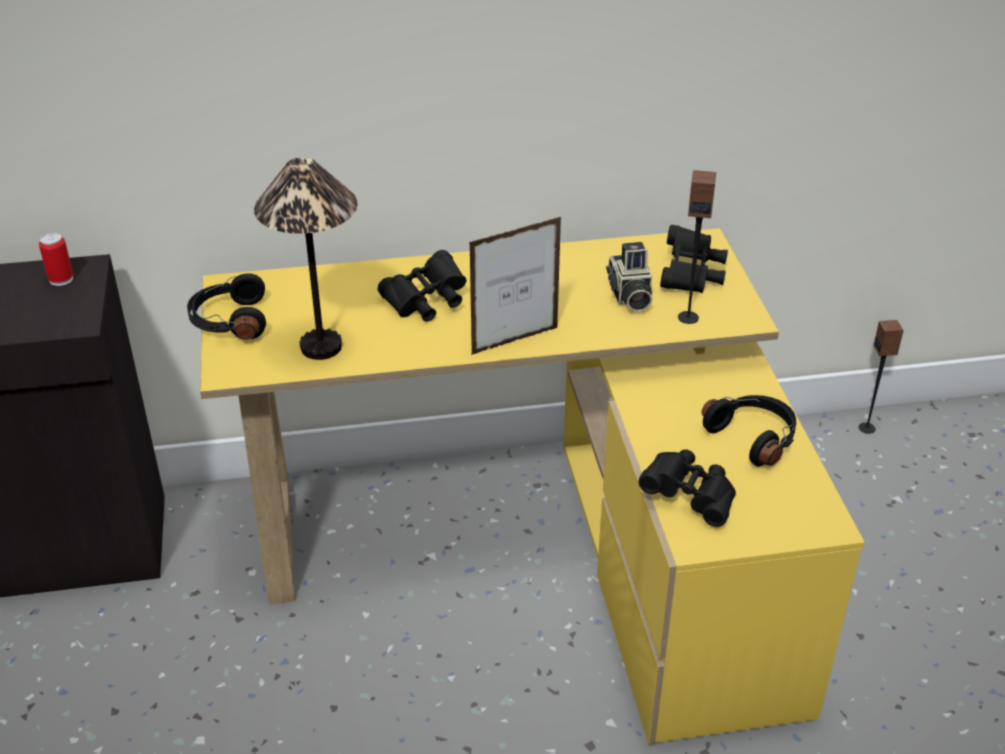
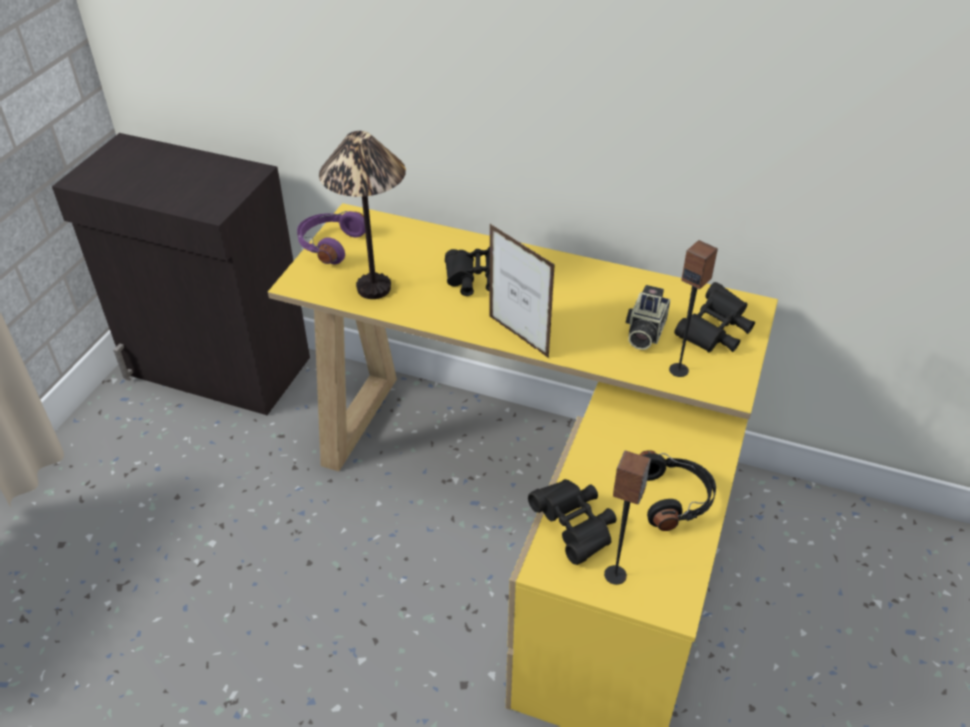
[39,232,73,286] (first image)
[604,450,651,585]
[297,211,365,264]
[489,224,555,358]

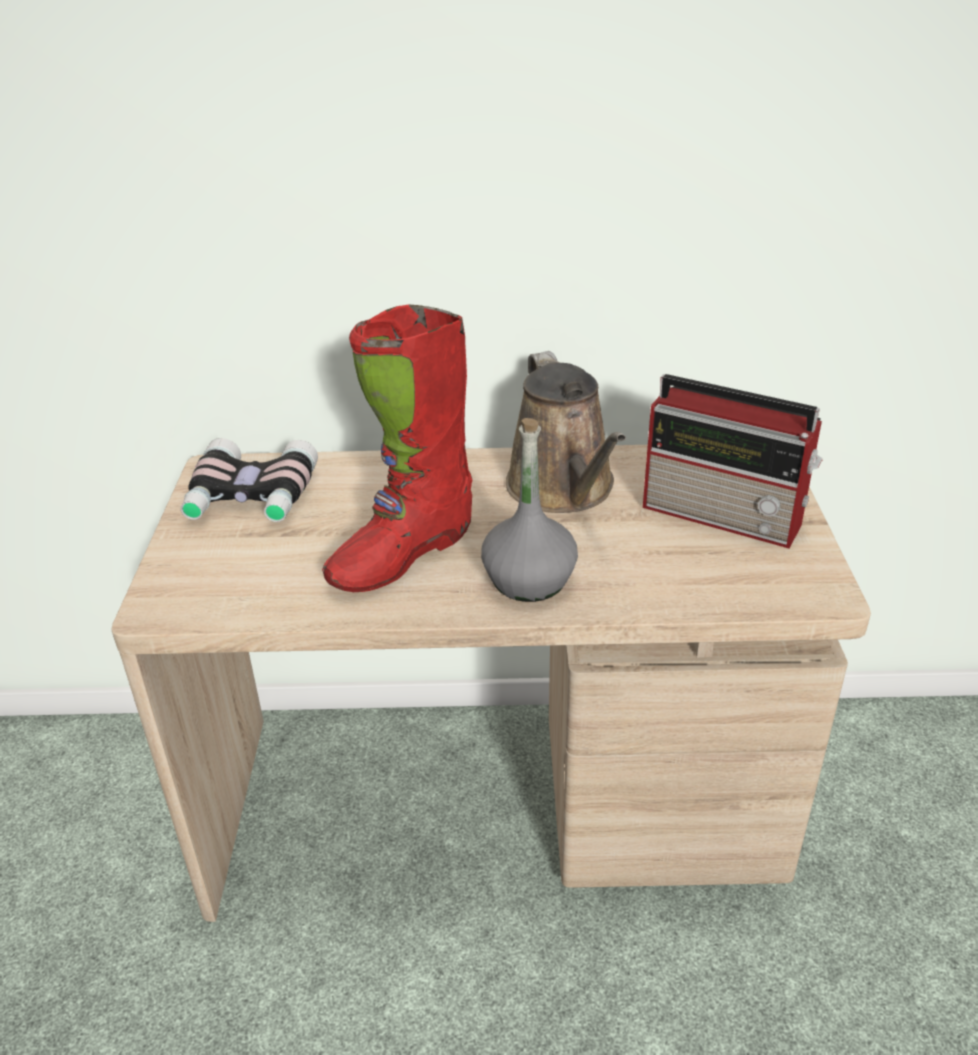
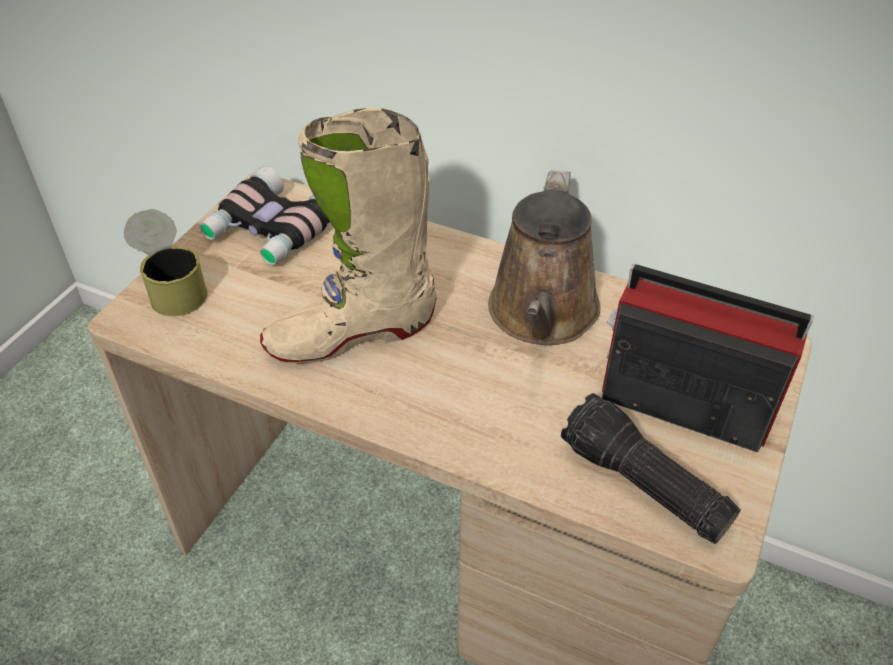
[481,418,578,602] (first image)
[124,209,208,316]
[561,393,741,544]
[260,108,436,364]
[602,264,814,453]

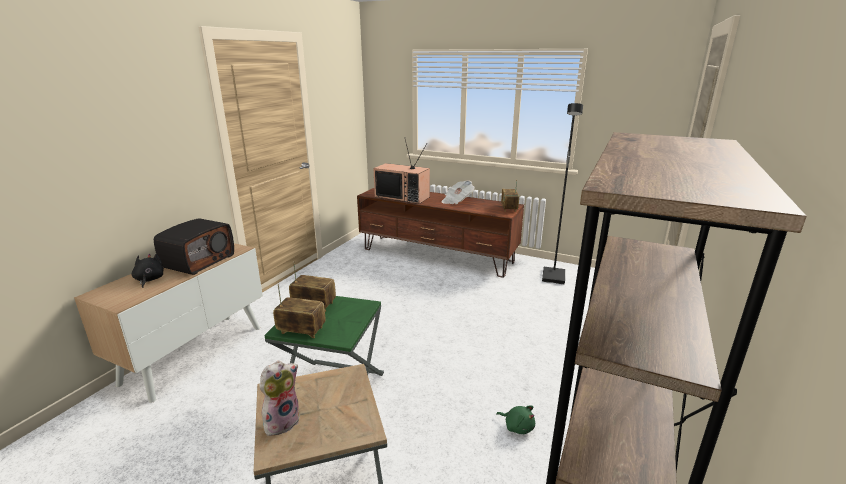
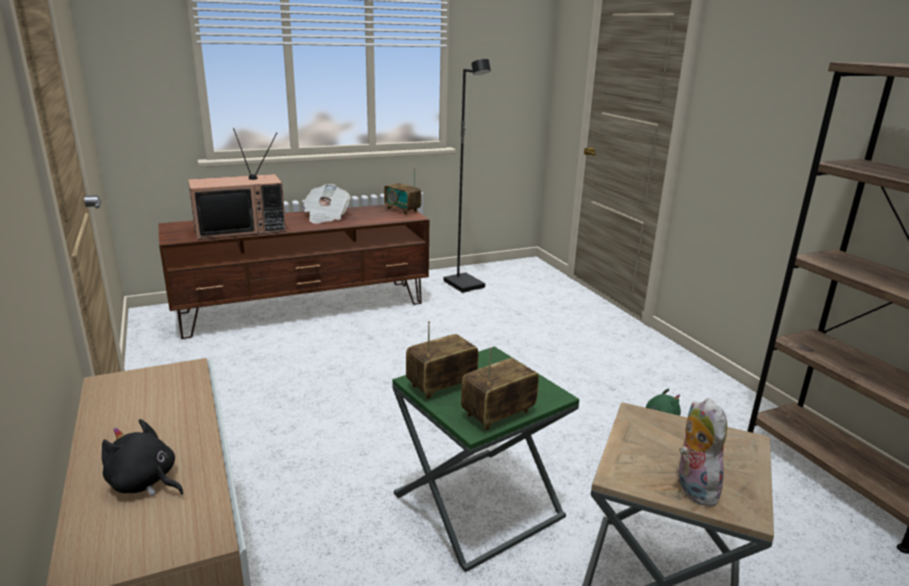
[154,218,234,275] (first image)

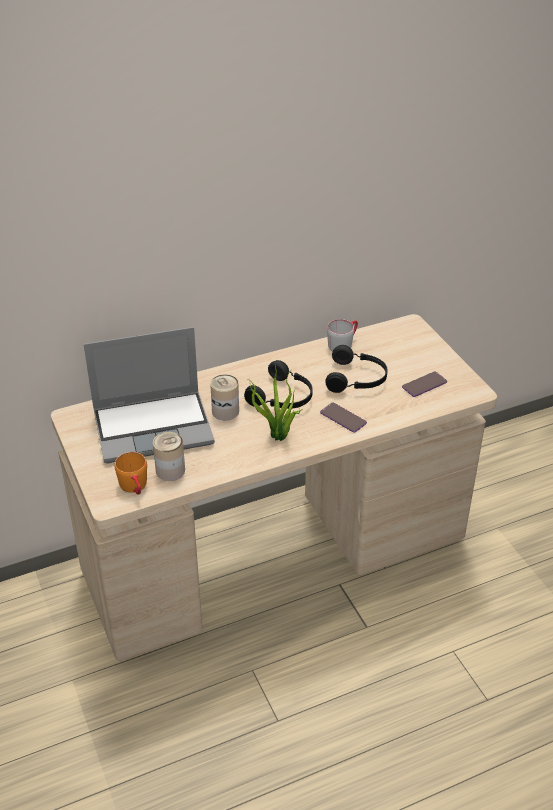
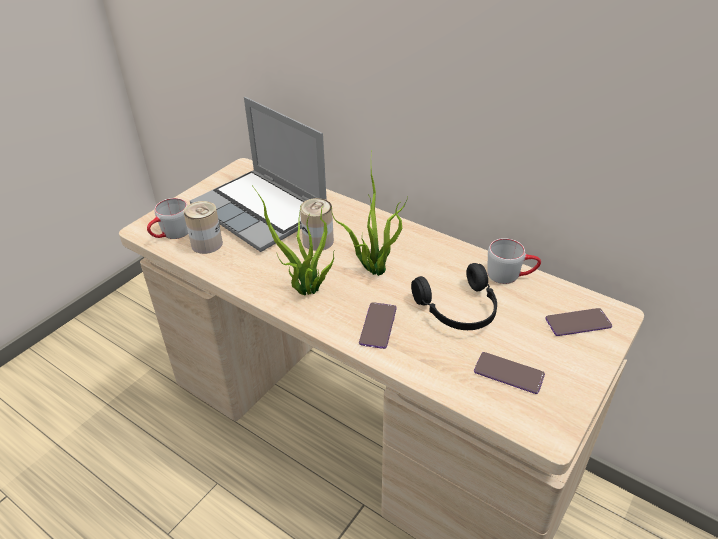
[545,308,612,336]
[331,152,408,276]
[147,198,188,239]

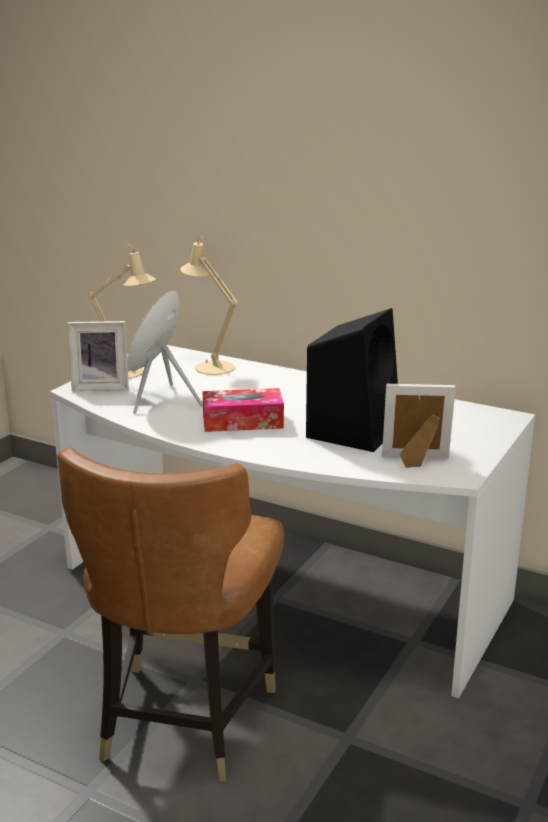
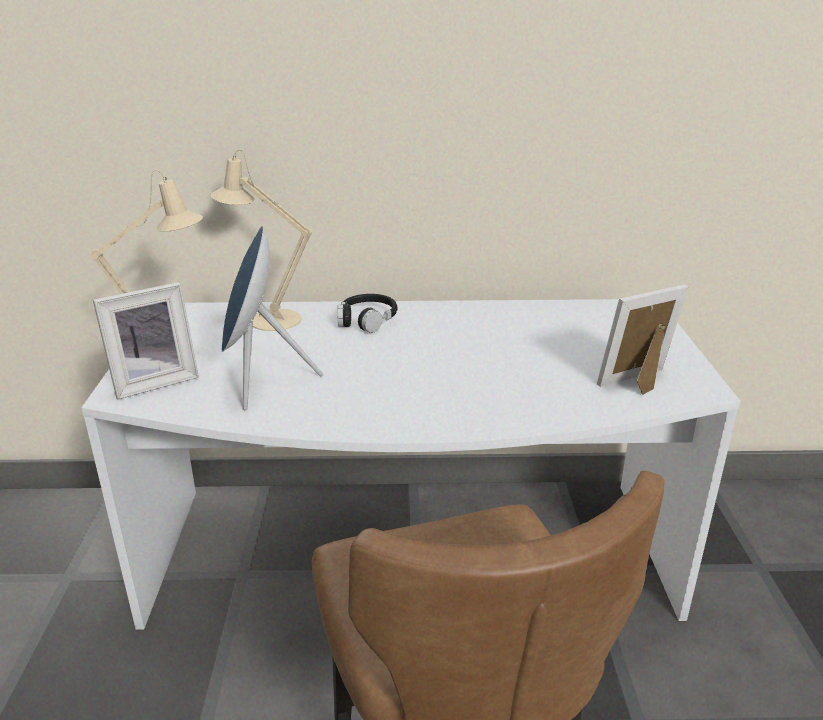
[202,388,284,432] (first image)
[306,308,398,452] (first image)
[337,294,397,333]

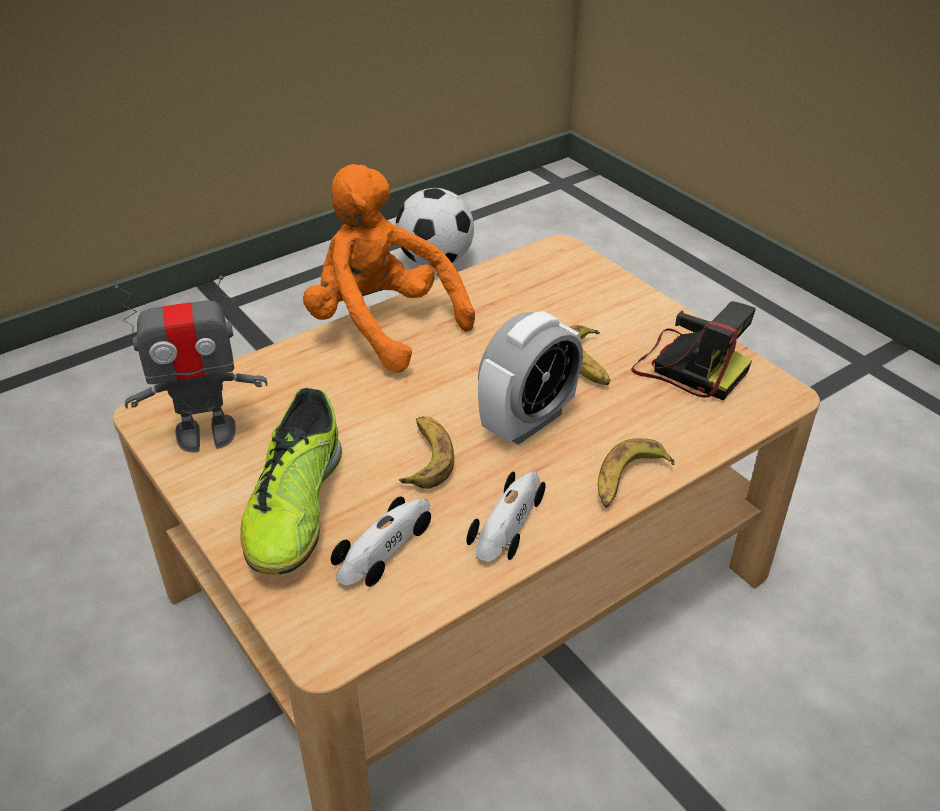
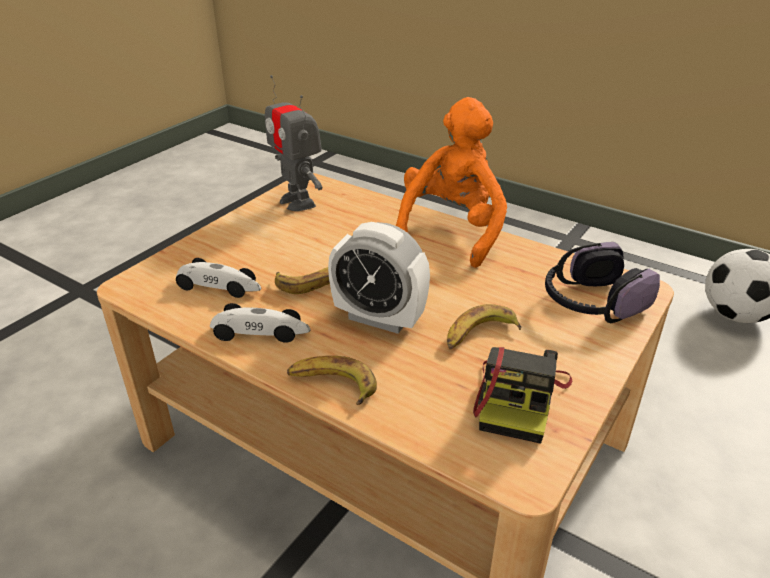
[240,388,342,575] (first image)
[545,242,660,323]

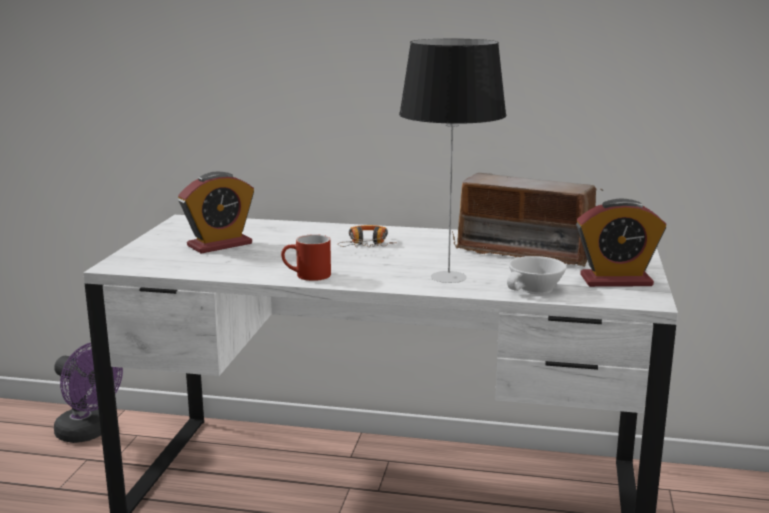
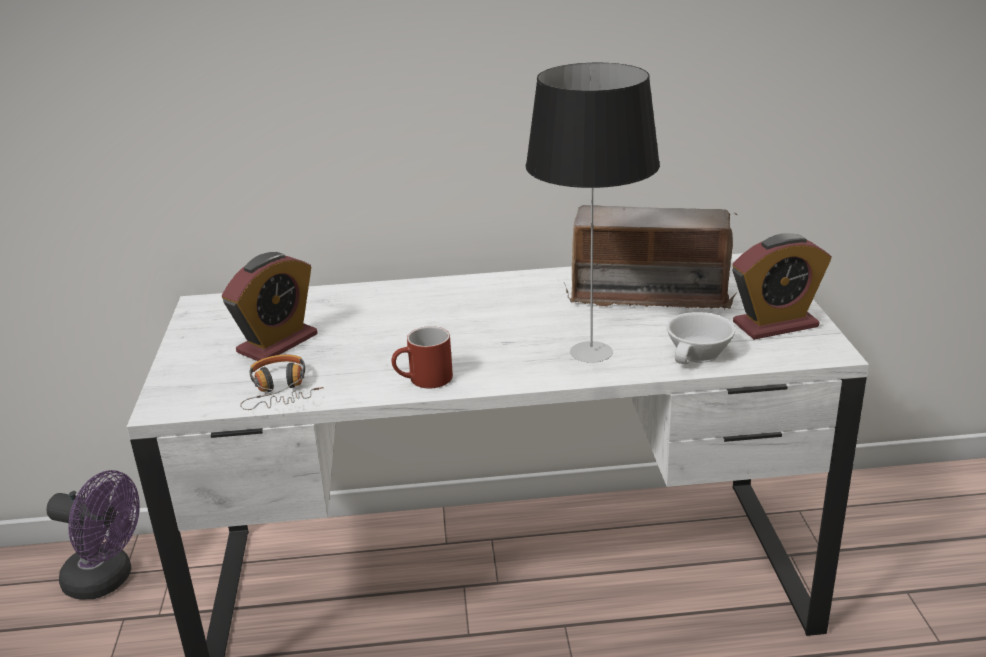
[240,355,324,410]

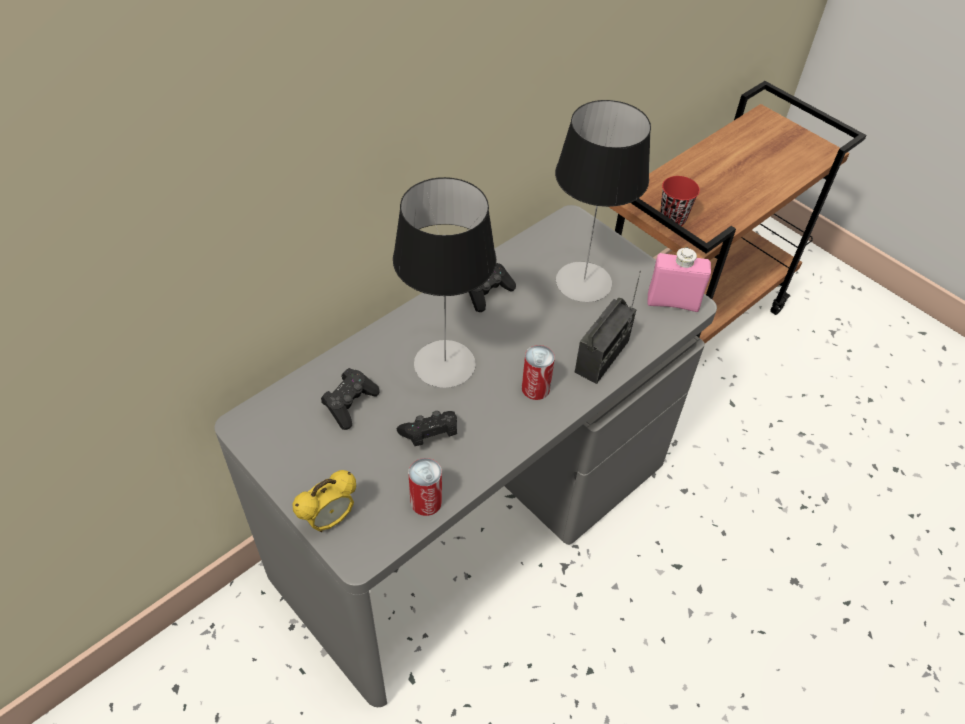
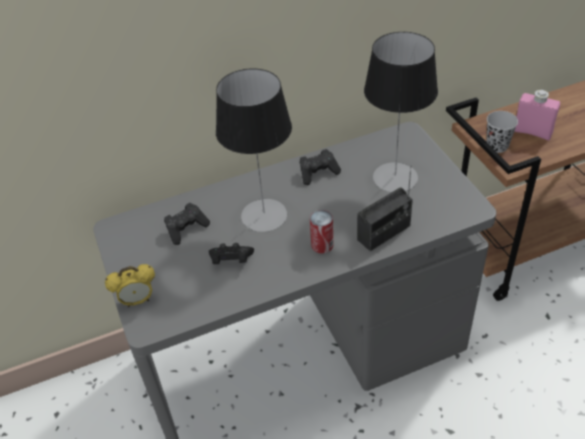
[409,458,442,516] (first image)
[514,90,560,140]
[486,111,518,153]

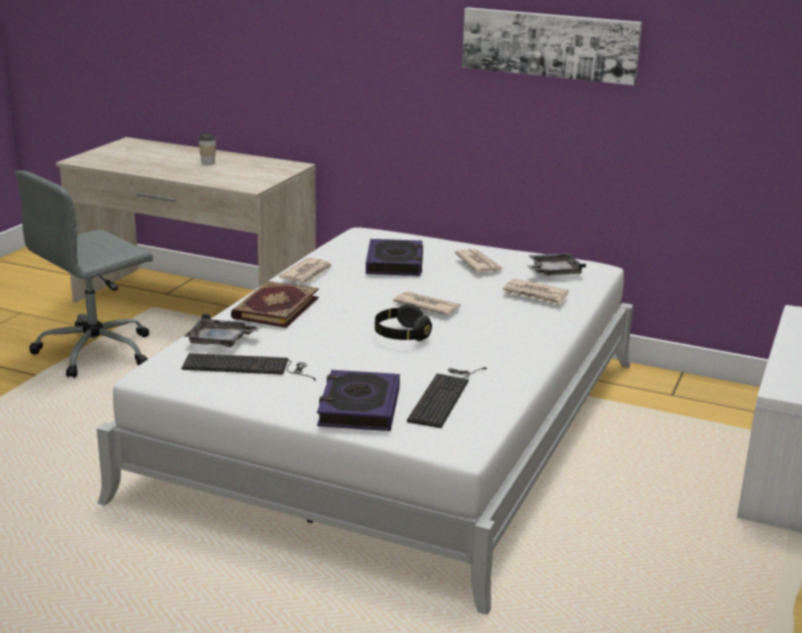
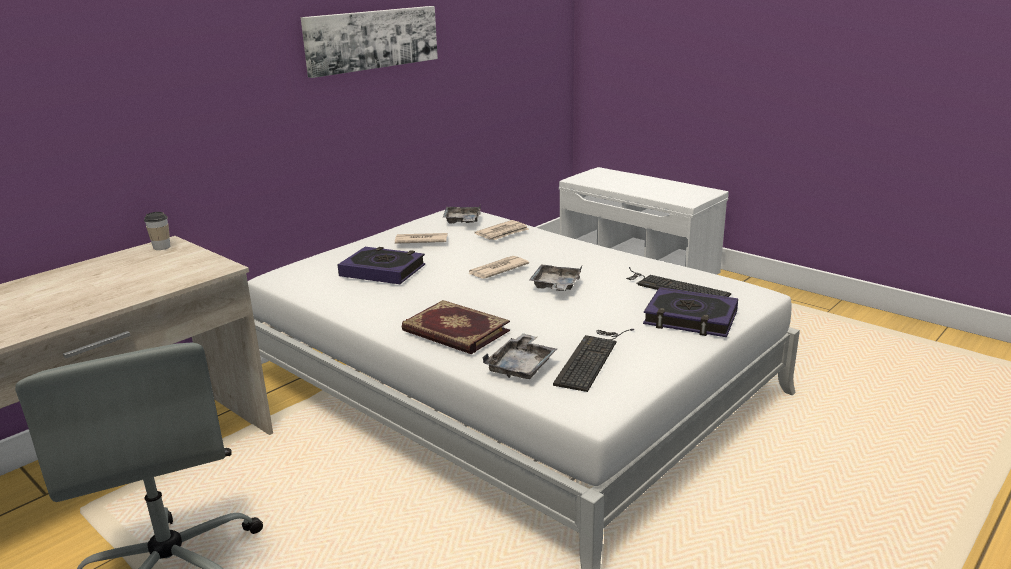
[279,258,332,283] (first image)
[144,212,171,250]
[529,264,582,291]

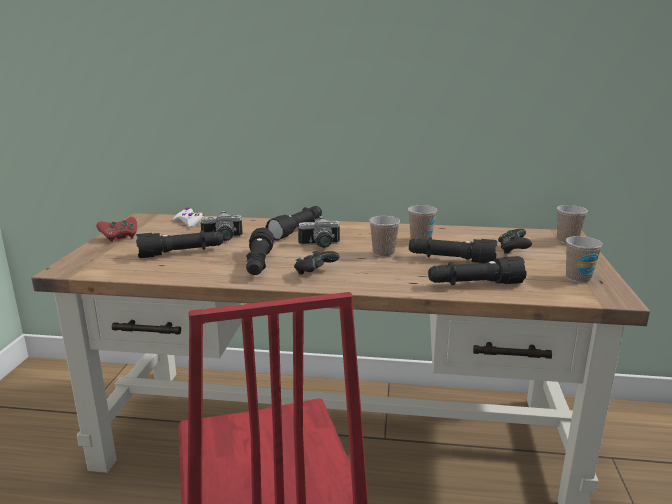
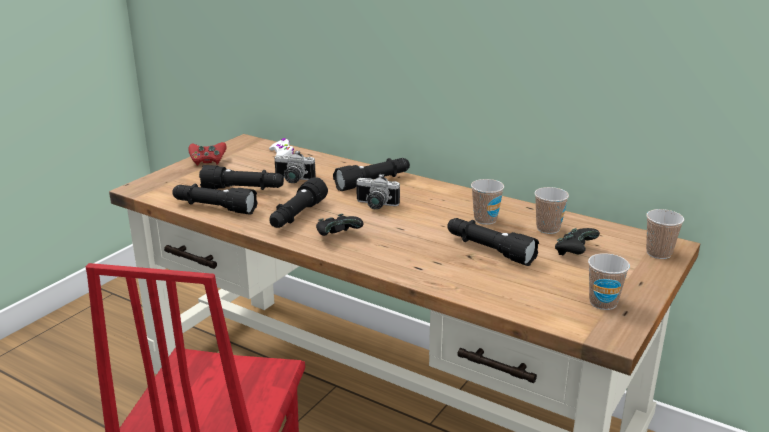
[535,187,569,234]
[172,184,258,214]

